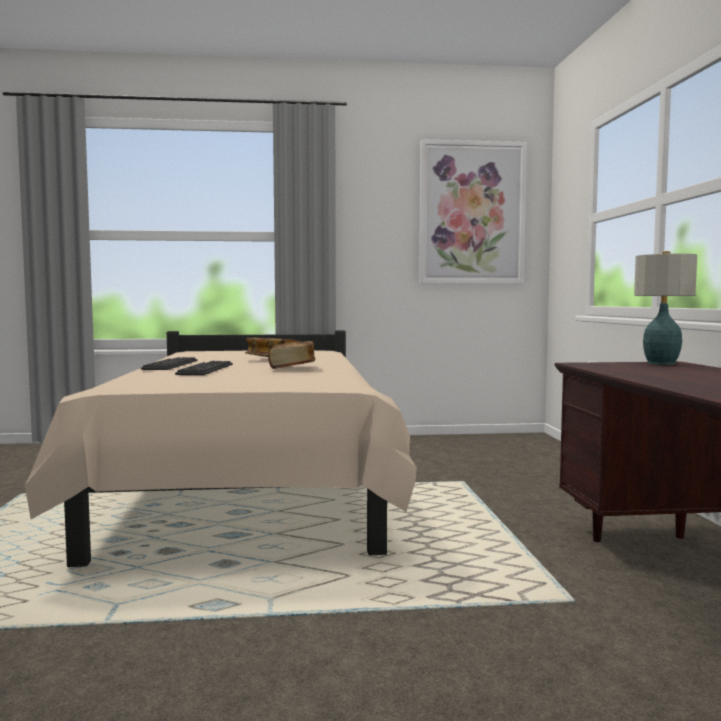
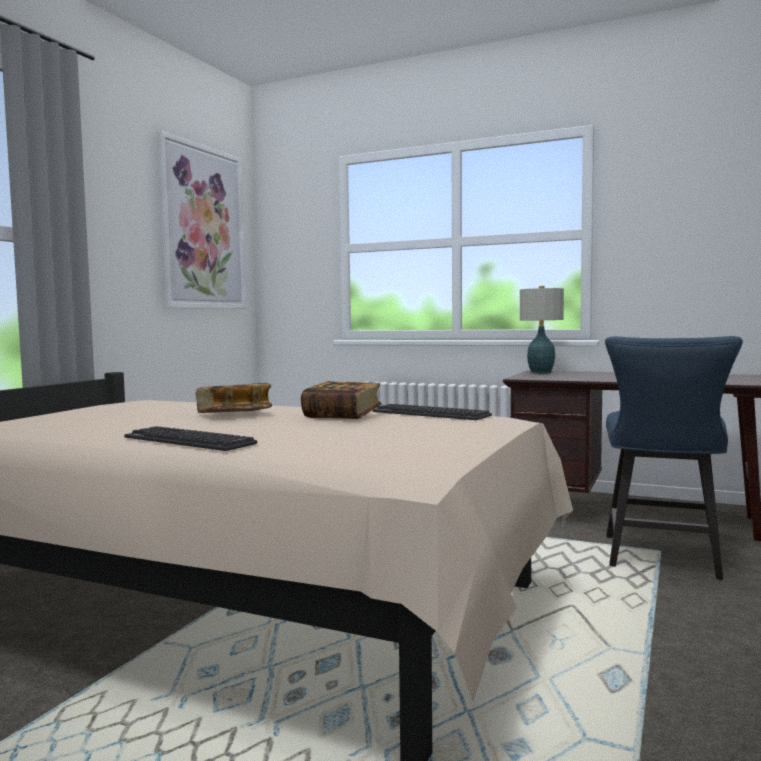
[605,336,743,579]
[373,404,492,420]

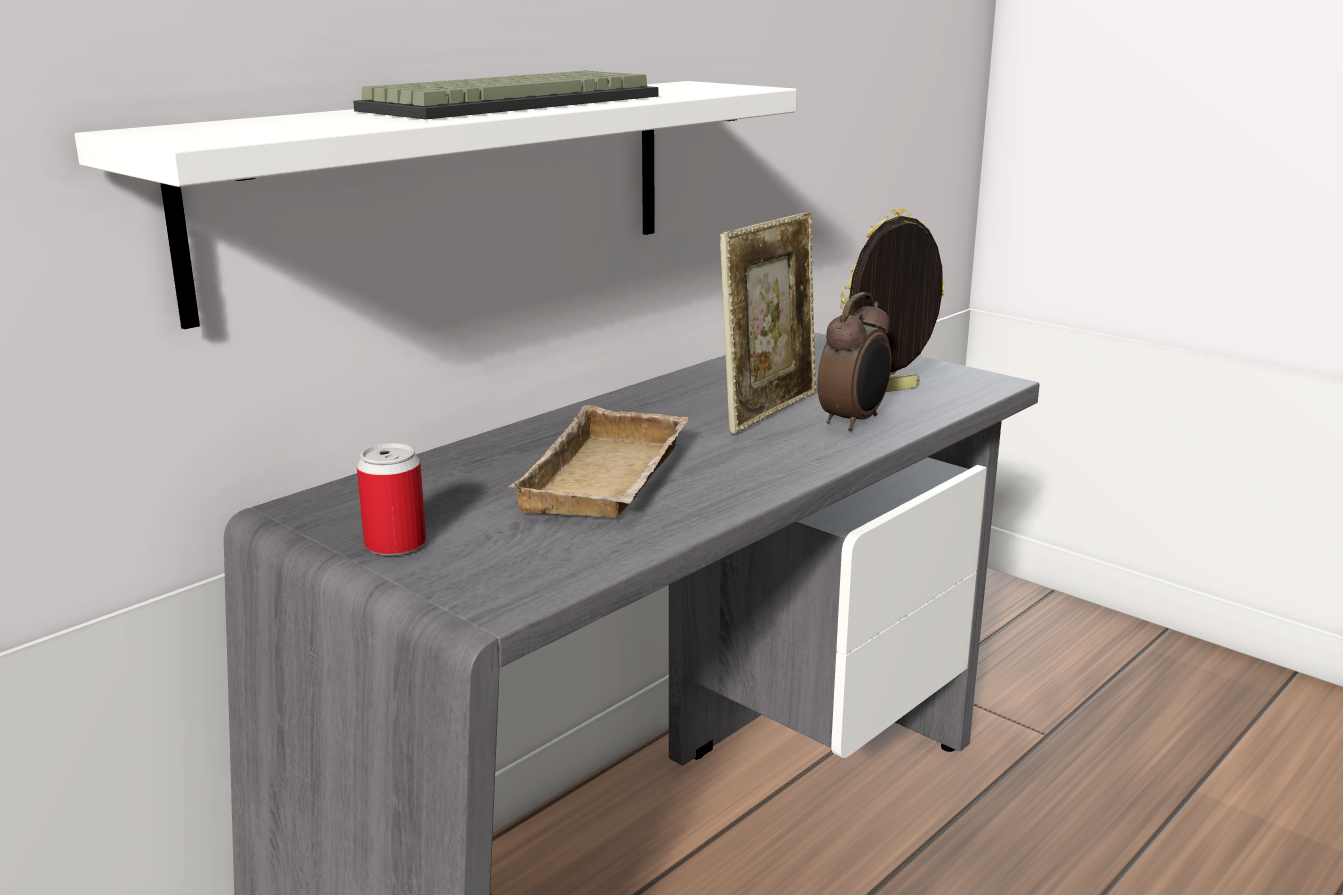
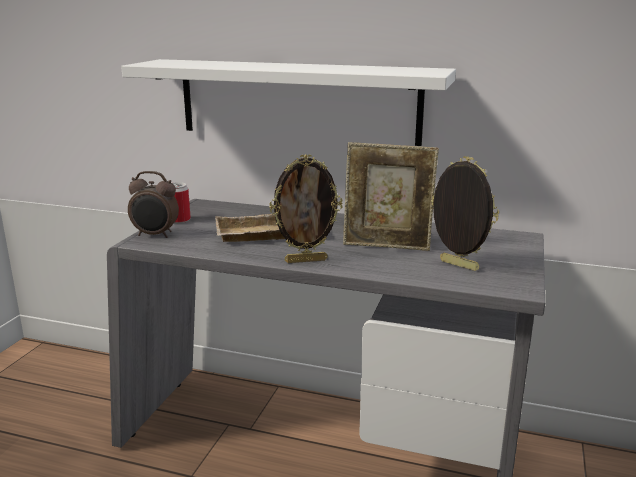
[353,71,658,119] (first image)
[269,154,343,263]
[128,171,179,238]

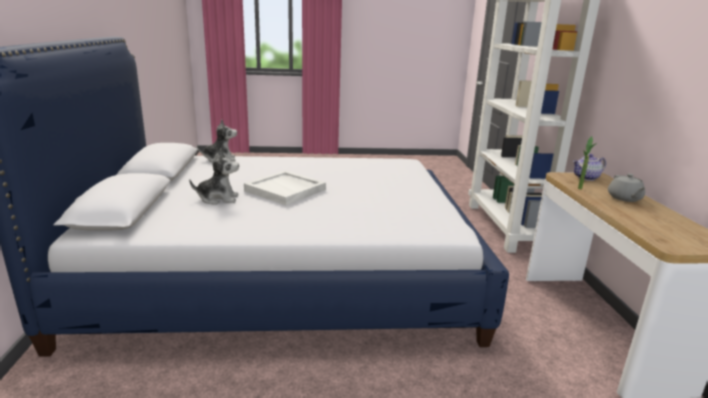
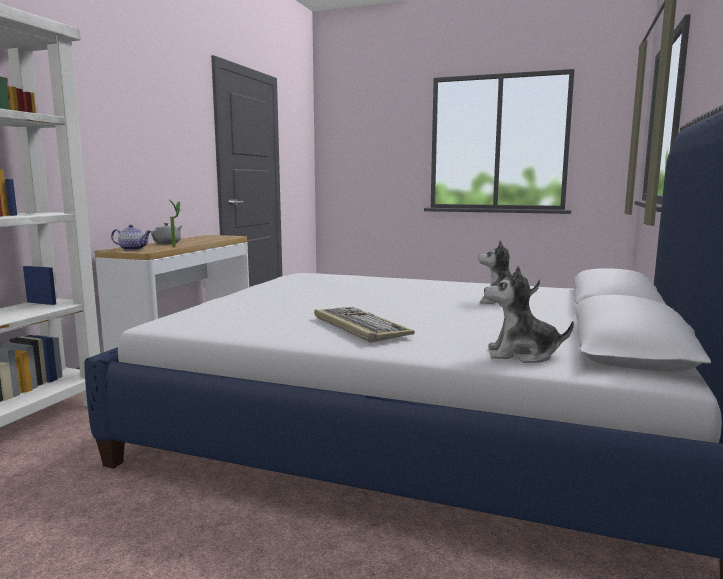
[244,171,326,205] (first image)
[314,307,415,343]

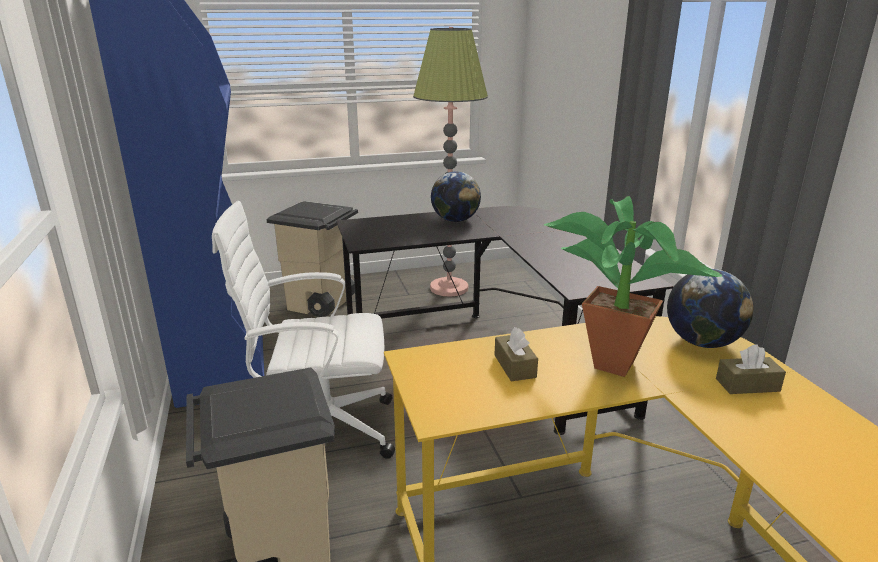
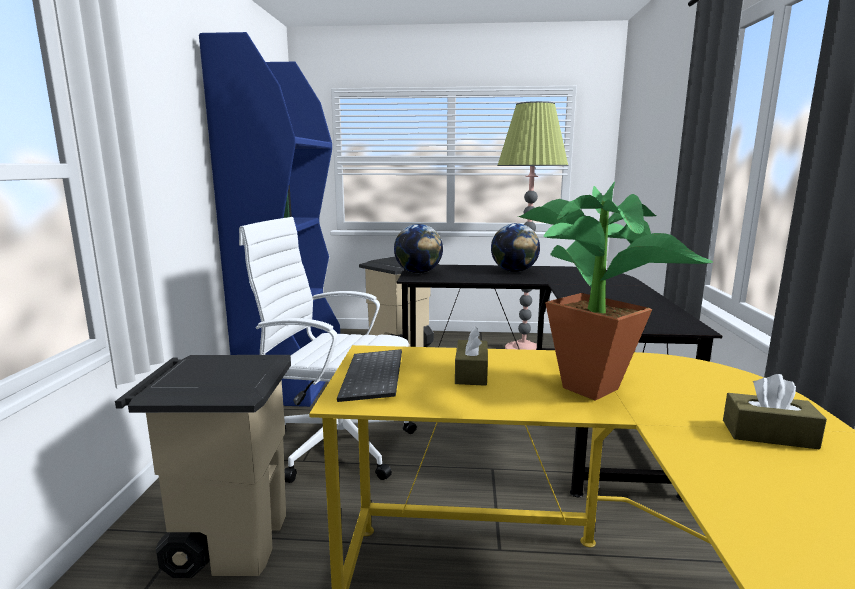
[337,349,402,402]
[394,224,443,273]

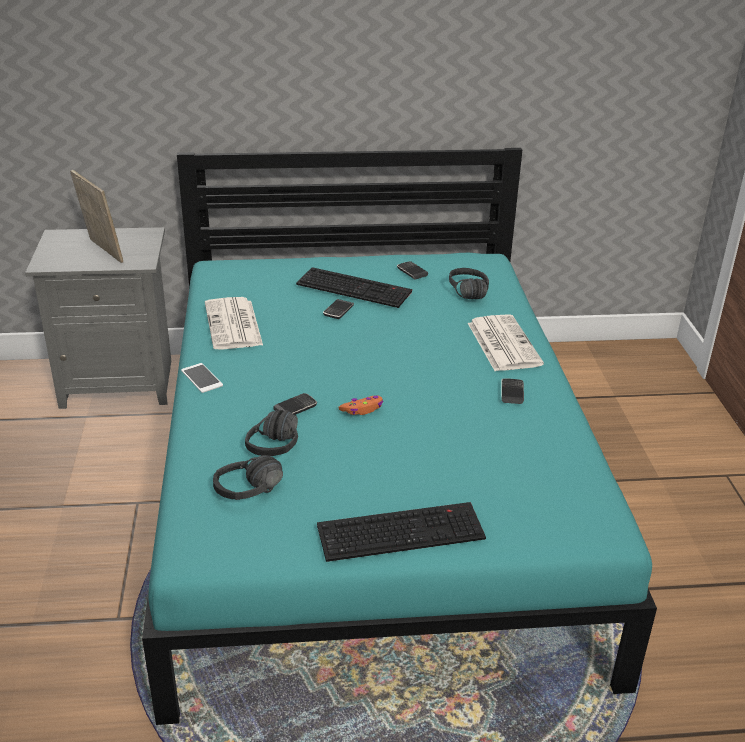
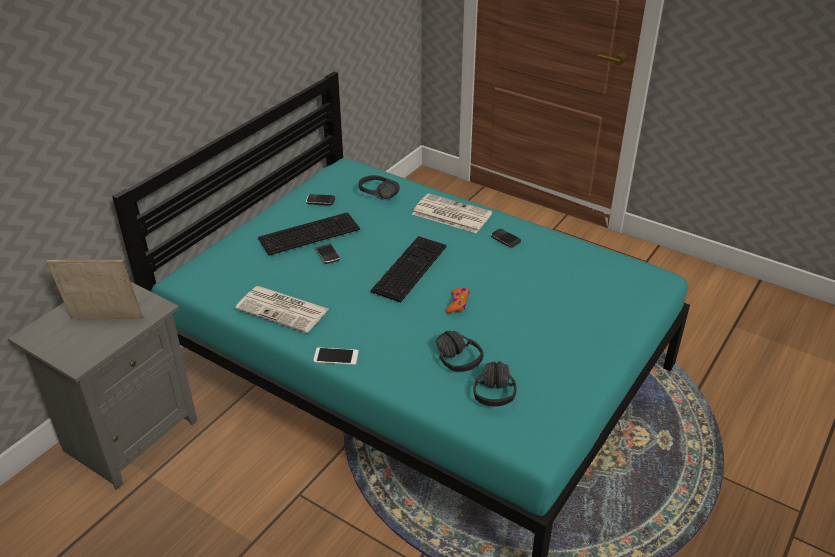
[273,393,317,415] (first image)
[371,236,447,302]

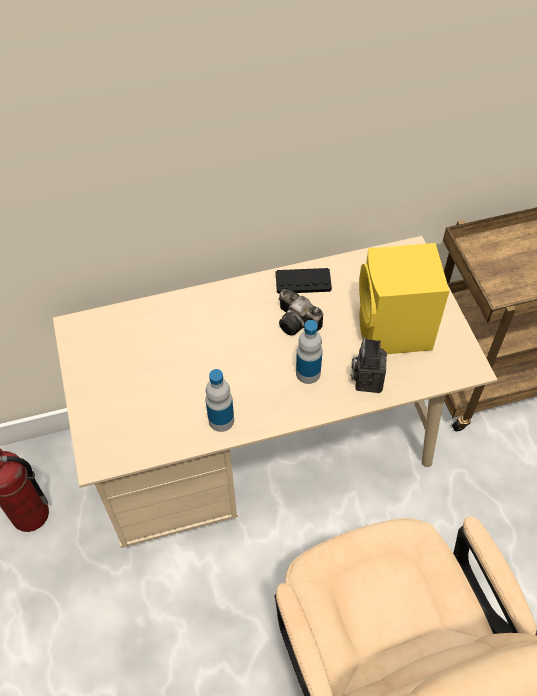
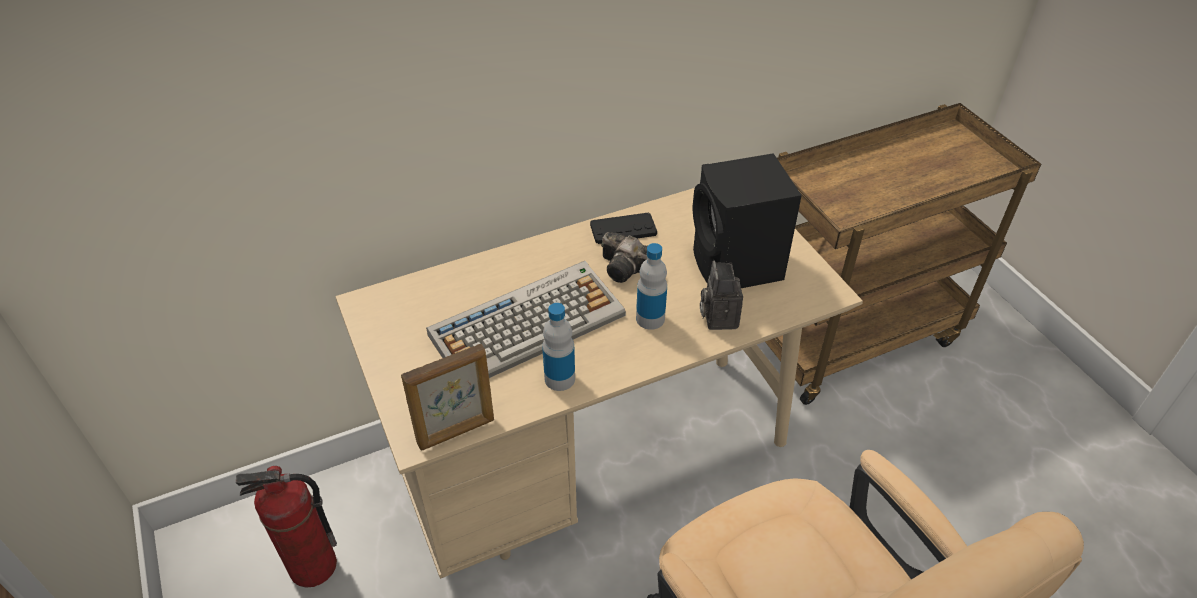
[401,344,494,450]
[426,261,626,378]
[692,153,802,288]

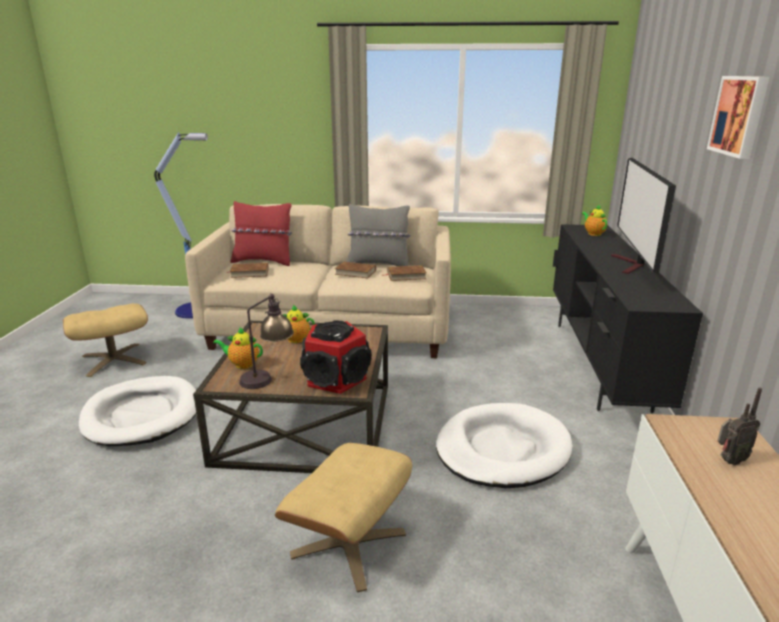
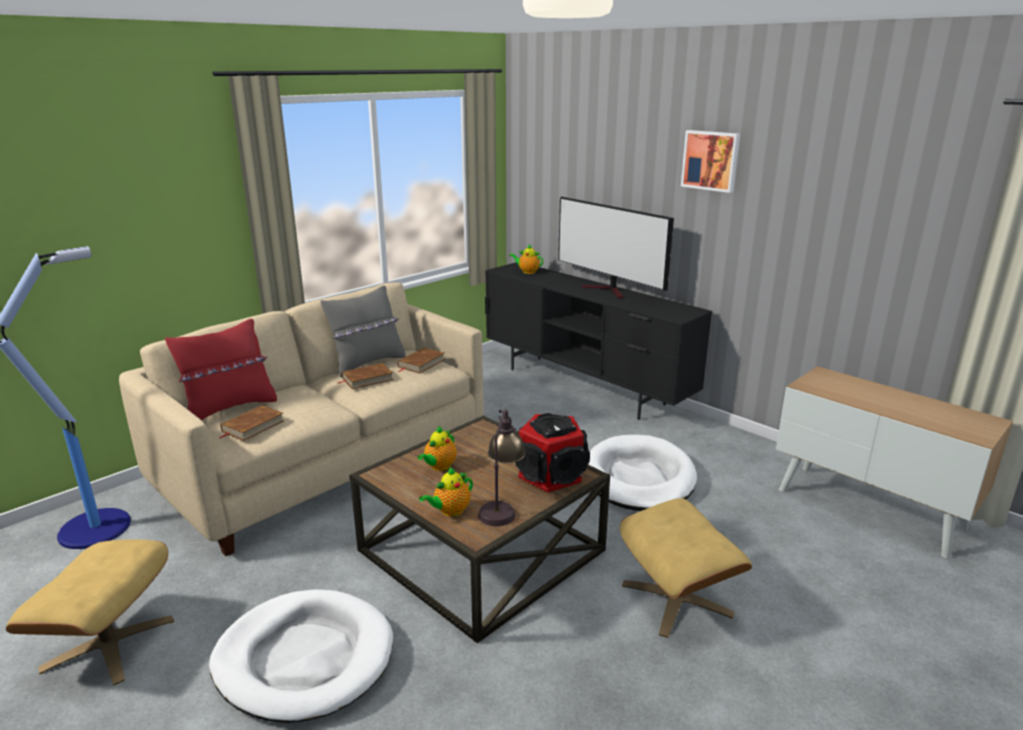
[718,387,762,465] (first image)

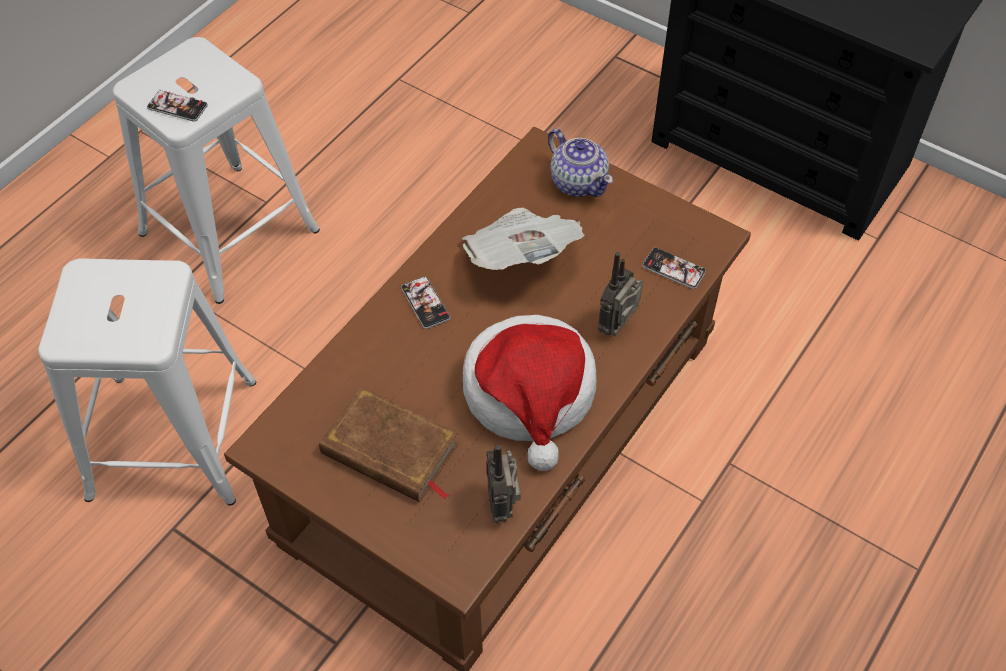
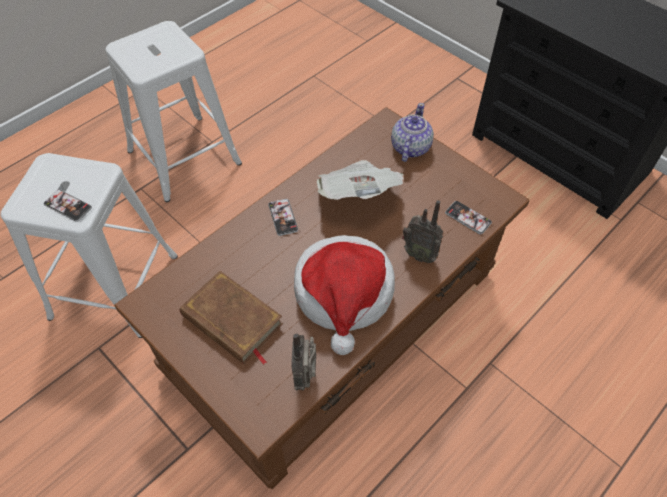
[44,190,92,222]
[391,103,434,162]
[402,200,443,263]

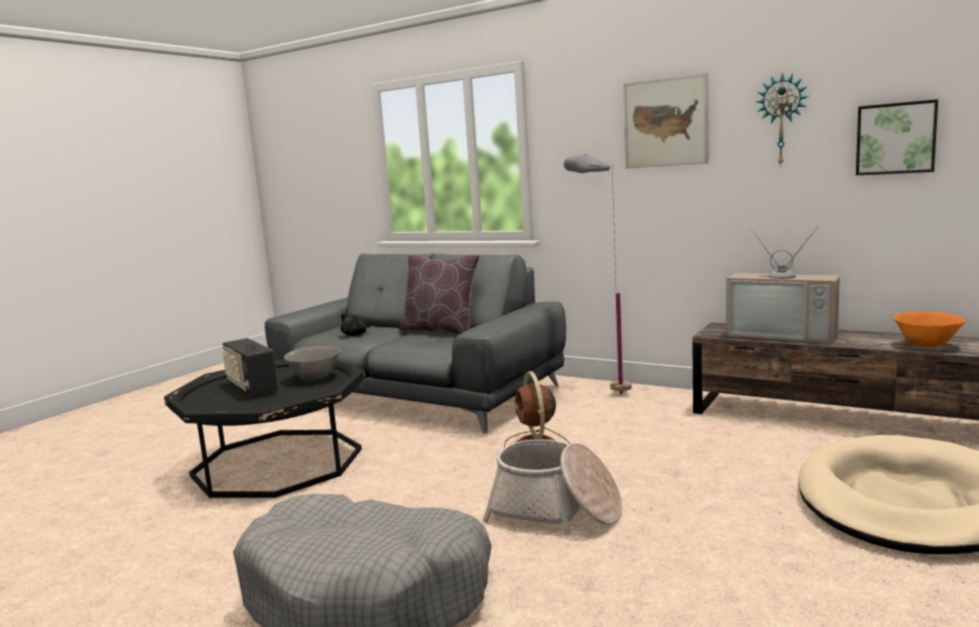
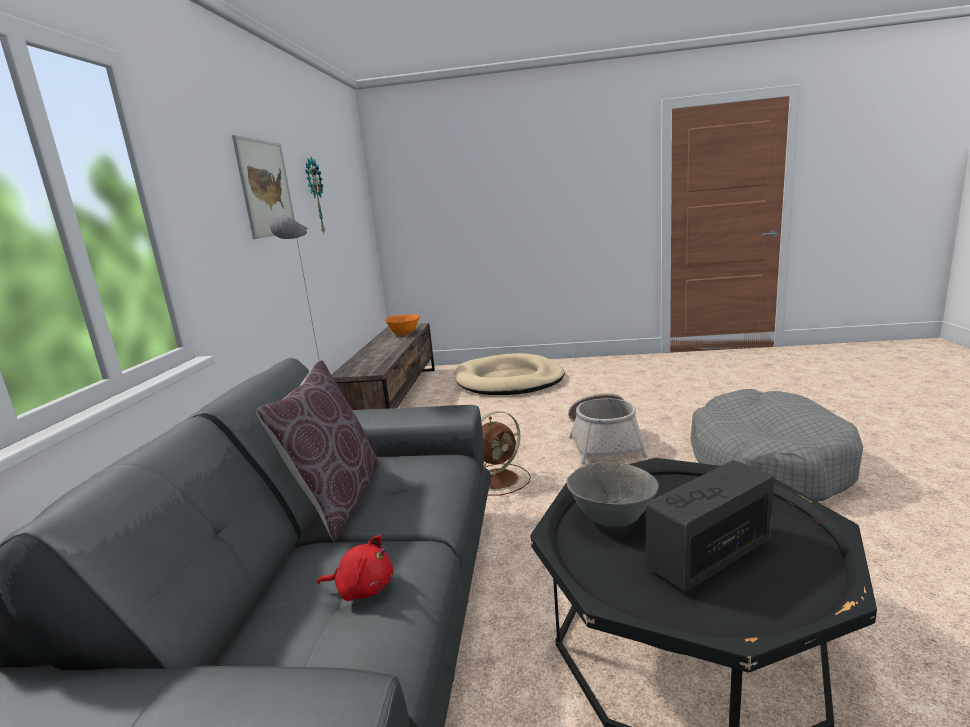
[726,226,840,343] (first image)
[856,99,938,175] (first image)
[317,535,393,601]
[646,460,774,592]

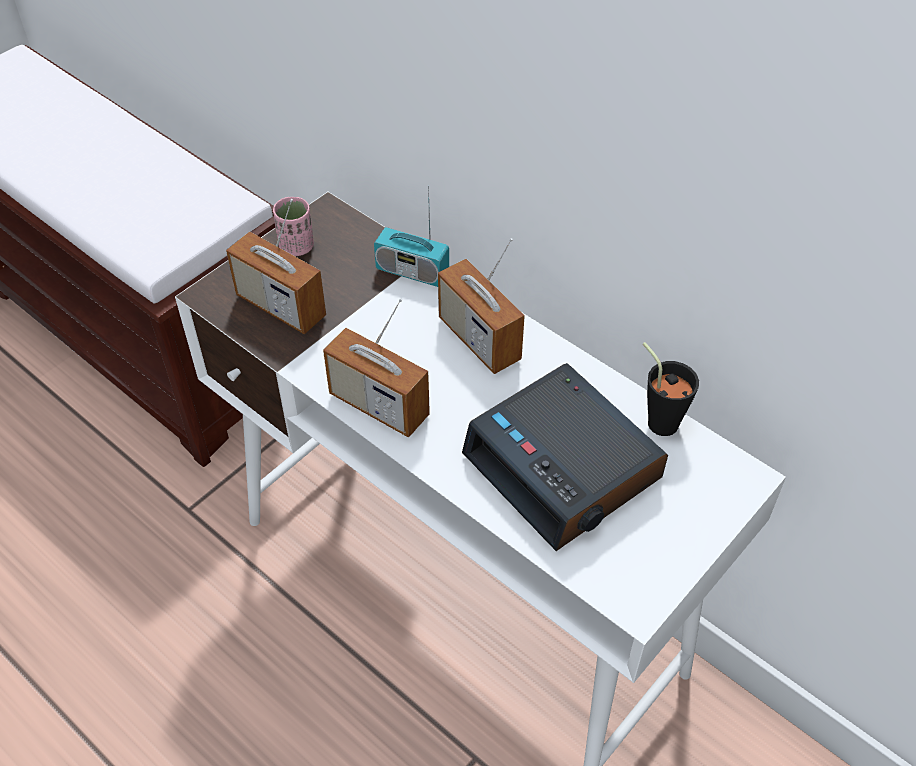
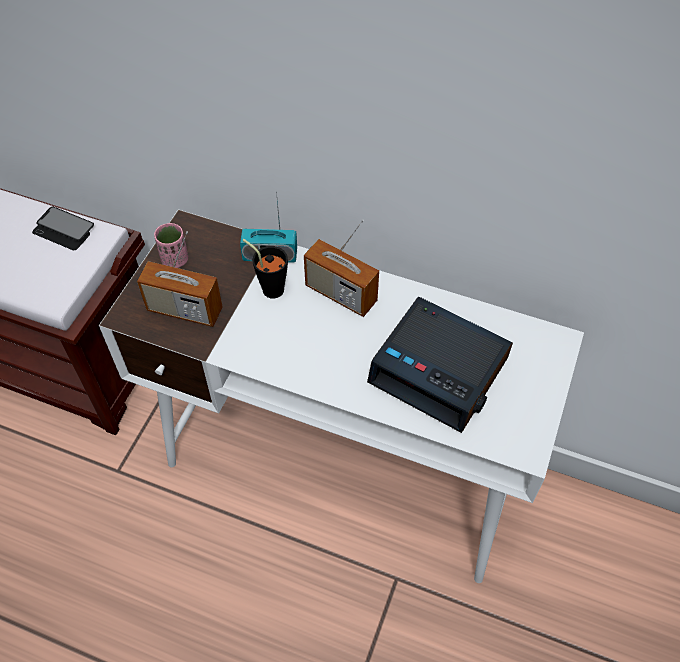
[323,298,430,437] (first image)
[32,206,94,251]
[243,239,288,299]

